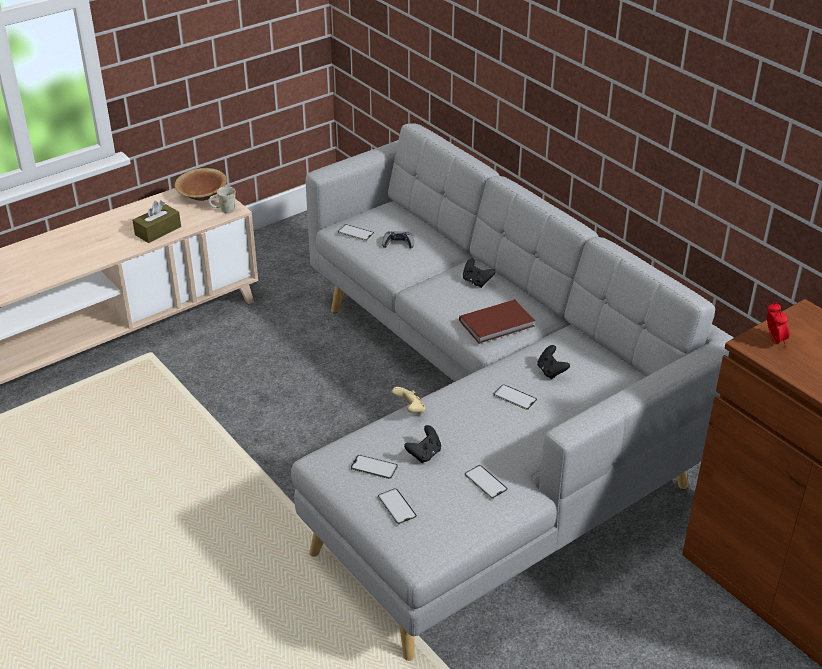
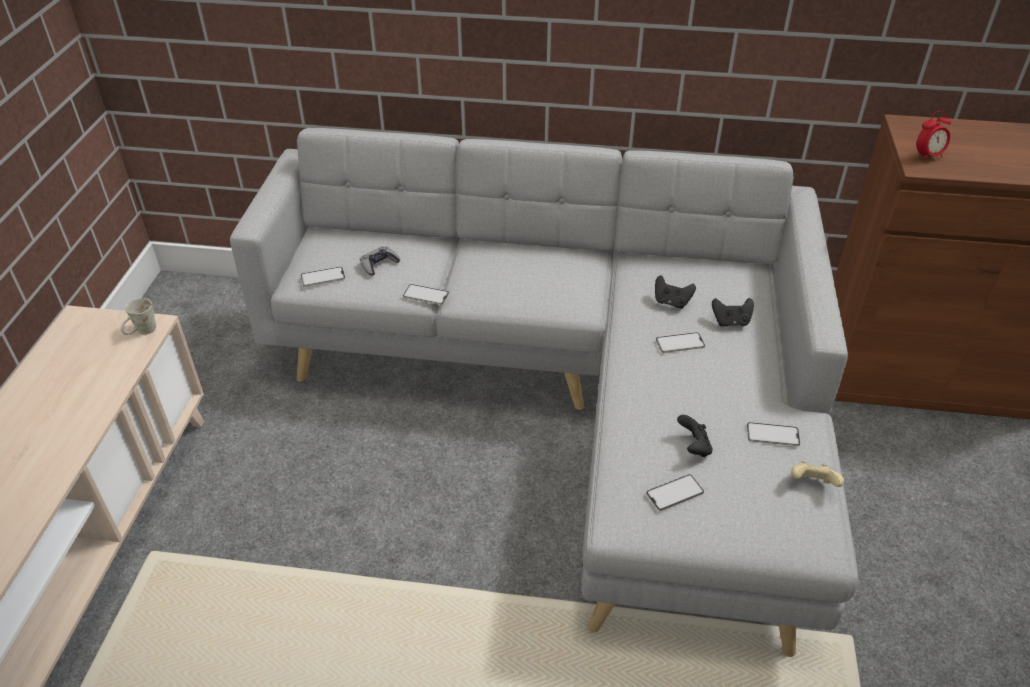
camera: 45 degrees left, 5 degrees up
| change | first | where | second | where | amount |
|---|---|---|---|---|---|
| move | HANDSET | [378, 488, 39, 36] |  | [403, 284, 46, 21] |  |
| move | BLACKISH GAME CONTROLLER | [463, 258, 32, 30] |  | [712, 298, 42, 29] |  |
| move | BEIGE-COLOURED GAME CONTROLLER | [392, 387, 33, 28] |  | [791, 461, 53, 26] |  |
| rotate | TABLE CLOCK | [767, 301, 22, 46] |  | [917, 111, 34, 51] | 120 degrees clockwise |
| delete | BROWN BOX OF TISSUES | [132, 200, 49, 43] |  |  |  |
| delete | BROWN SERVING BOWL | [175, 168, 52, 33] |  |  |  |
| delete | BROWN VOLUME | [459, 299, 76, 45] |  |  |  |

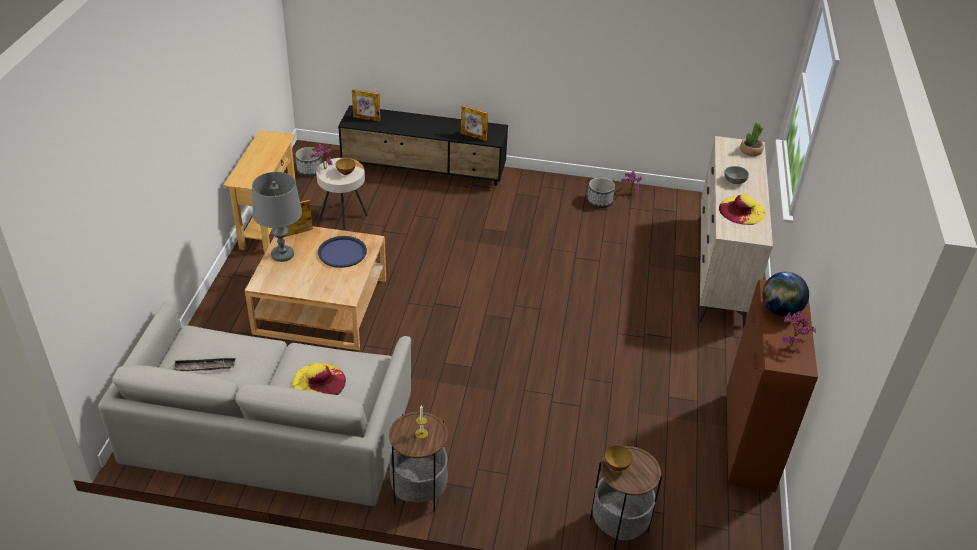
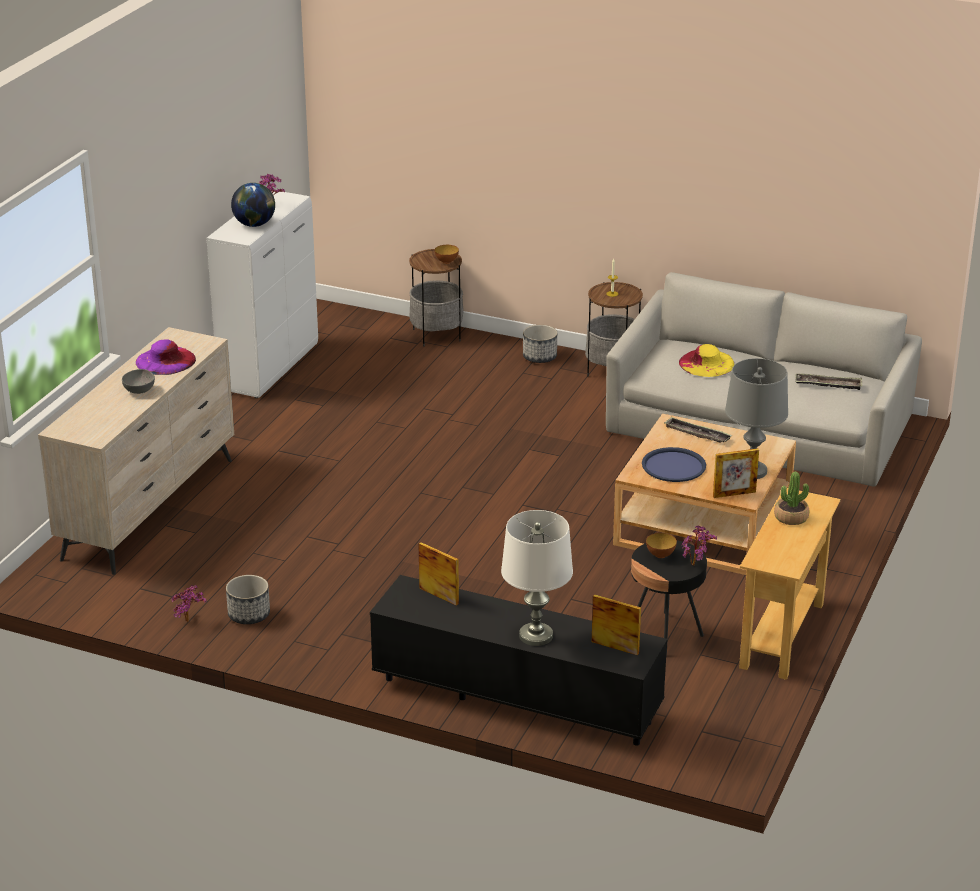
camera: 165 degrees left, 10 degrees down
| change | first | where | second | where | amount |
|---|---|---|---|---|---|
| recolor | YELLOW WEARABLE HAT | [719, 194, 47, 31] | PURPLE WEARABLE HAT | [136, 339, 60, 36] |  |
| recolor | BROWN CABINET | [727, 279, 91, 213] | WHITE-COLOURED CABINET | [207, 192, 111, 206] |  |
| insert |  |  | WHITE-COLOURED TABLE LAMP | [501, 510, 72, 136] |  |
| move | FLOWER POT | [295, 147, 27, 30] |  | [523, 325, 34, 38] |  |
| recolor | BEIGE-COLOURED ACCENT TABLE | [316, 158, 52, 73] | BLACKISH ACCENT TABLE | [631, 541, 76, 115] |  |
| insert |  |  | SERVING TRAY | [664, 417, 68, 26] |  |
| move | POTTED PLANT | [740, 122, 24, 34] |  | [774, 472, 35, 53] |  |

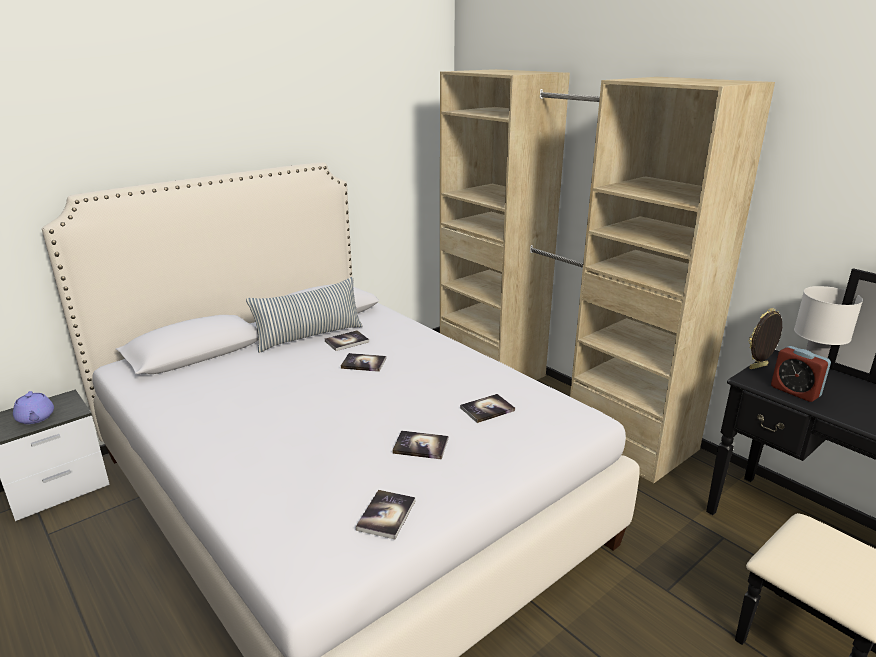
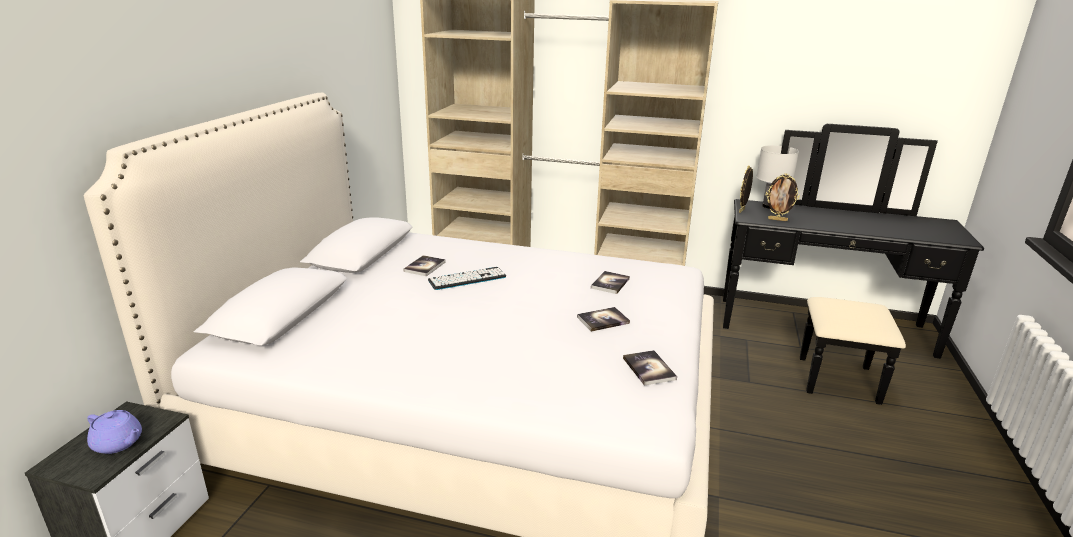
camera: 35 degrees left, 0 degrees up
| change | first | where | second | where | amount |
|---|---|---|---|---|---|
| replace | VOLUME | [341, 353, 45, 19] | COMPUTER KEYBOARD | [428, 267, 78, 23] |  |
| replace | TABLE CLOCK | [771, 346, 60, 56] | PHOTO FRAME | [766, 173, 34, 48] |  |
| delete | PILLOW | [246, 277, 117, 76] |  |  |  |

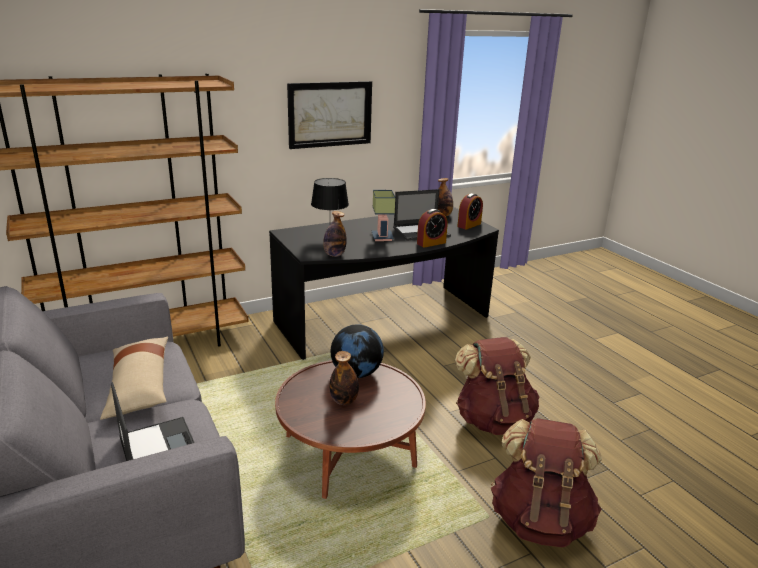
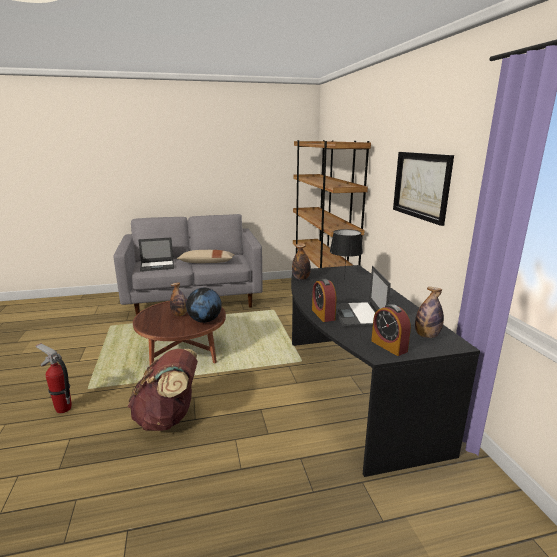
camera: 105 degrees right, 5 degrees down
| change | first | where | second | where | amount |
|---|---|---|---|---|---|
| replace | BROWN RUCKSACK | [491, 418, 111, 129] | EXTINGUISHER | [36, 343, 36, 70] |  |
| delete | TABLE LAMP | [372, 190, 23, 51] |  |  |  |

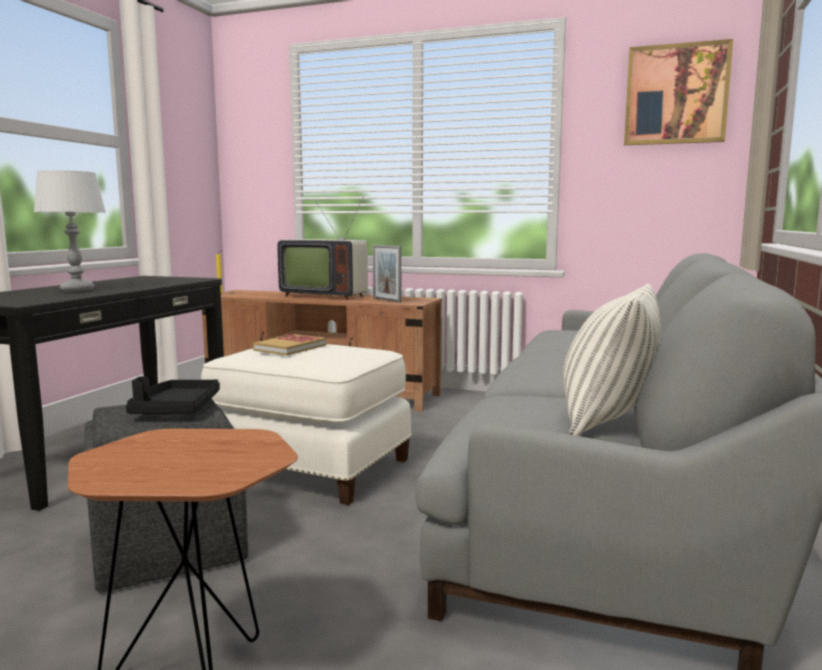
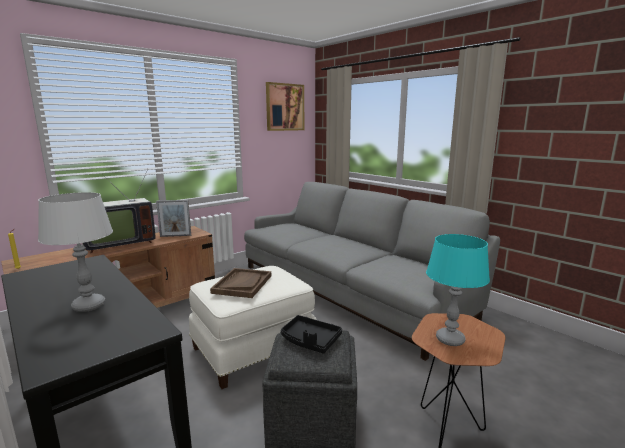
camera: 60 degrees left, 5 degrees up
| change | first | where | second | where | amount |
|---|---|---|---|---|---|
| replace | VOLUME | [253, 334, 73, 21] | BROWN SERVING TRAY | [210, 268, 61, 30] |  |
| insert |  |  | BLUE-GREEN TABLE LAMP | [426, 234, 64, 112] |  |
| delete | PILLOW | [563, 284, 98, 152] |  |  |  |

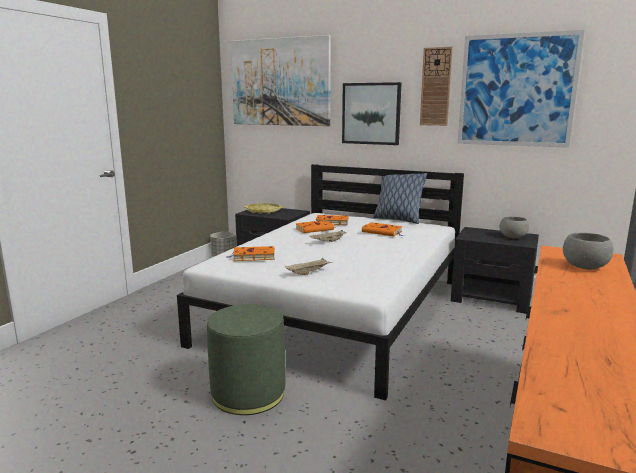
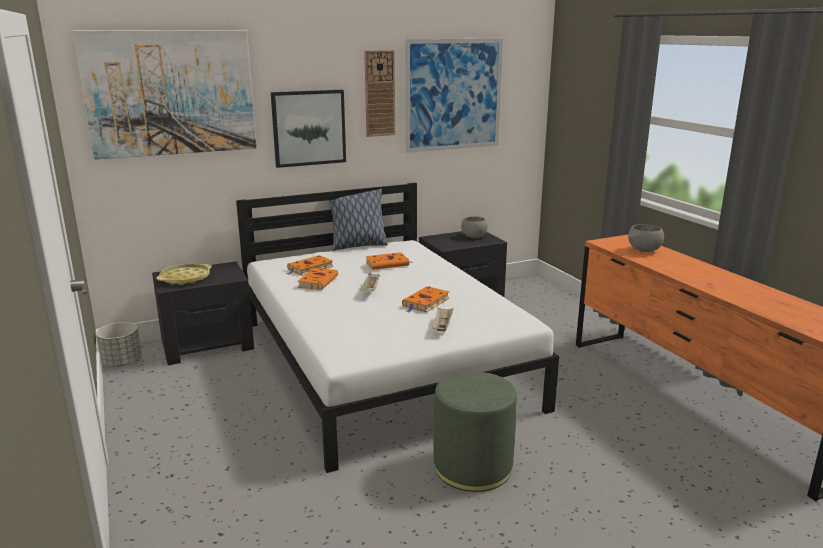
camera: 50 degrees left, 5 degrees up
| change | first | where | second | where | amount |
|---|---|---|---|---|---|
| move | ORANGE VOLUME | [226, 246, 49, 15] |  | [402, 286, 47, 26] |  |

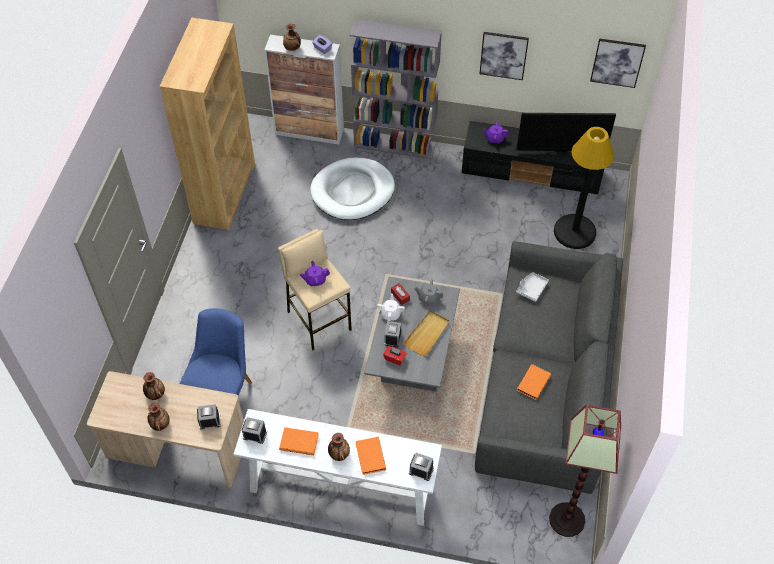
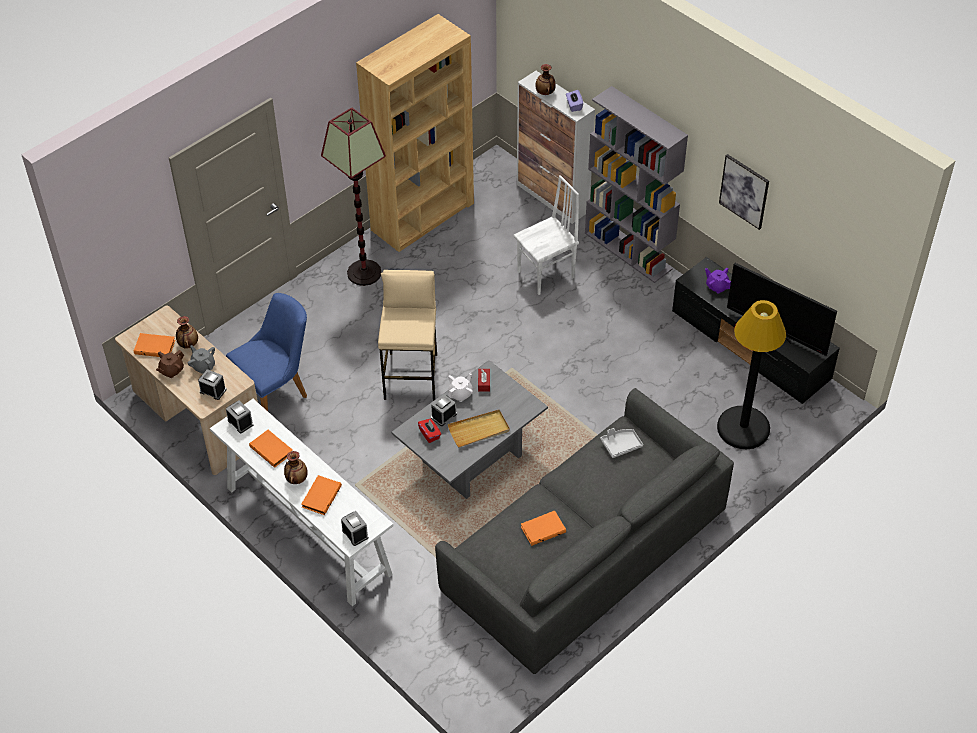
camera: 35 degrees right, 5 degrees down
| change | first | where | second | where | amount |
|---|---|---|---|---|---|
| insert |  |  | ORANGE VOLUME | [134, 333, 41, 24] |  |
| replace | DECORATIVE VASE | [148, 403, 22, 28] | BROWN POT FOR TEA | [156, 350, 28, 28] |  |
| move | GREYISH POT FOR TEA | [414, 279, 29, 26] |  | [188, 345, 27, 29] |  |
| move | STANDARD LAMP | [549, 405, 72, 132] |  | [321, 108, 65, 178] |  |
| replace | WHITE-COLOURED PET BED | [310, 158, 85, 62] | WHITE-COLOURED CHAIR | [513, 175, 66, 120] |  |
| delete | PURPLE POT FOR TEA | [300, 261, 30, 25] |  |  |  |
| delete | WALL PICTURE | [590, 38, 56, 50] |  |  |  |

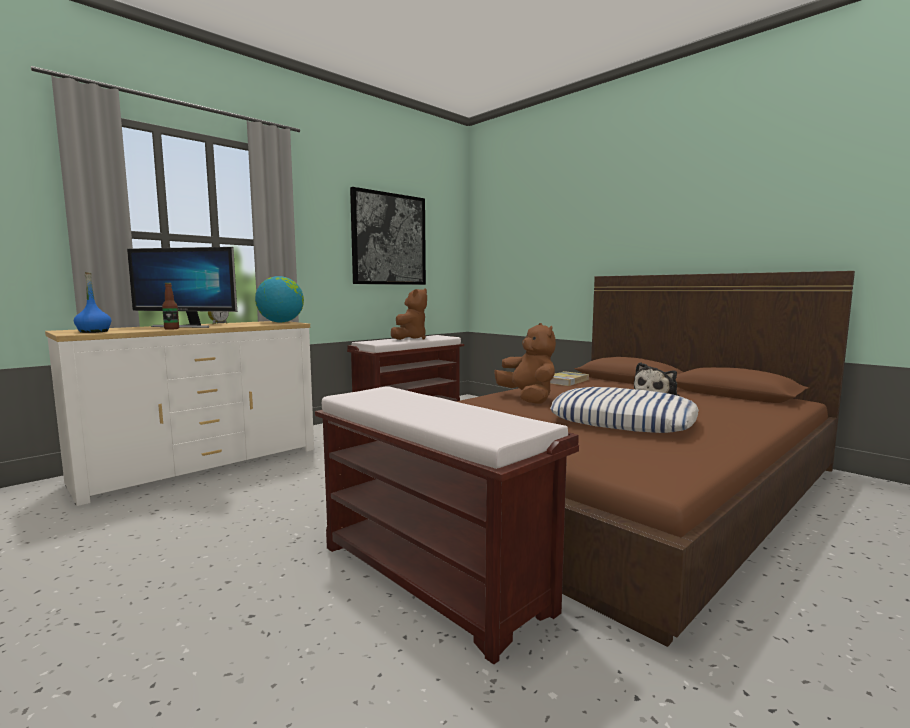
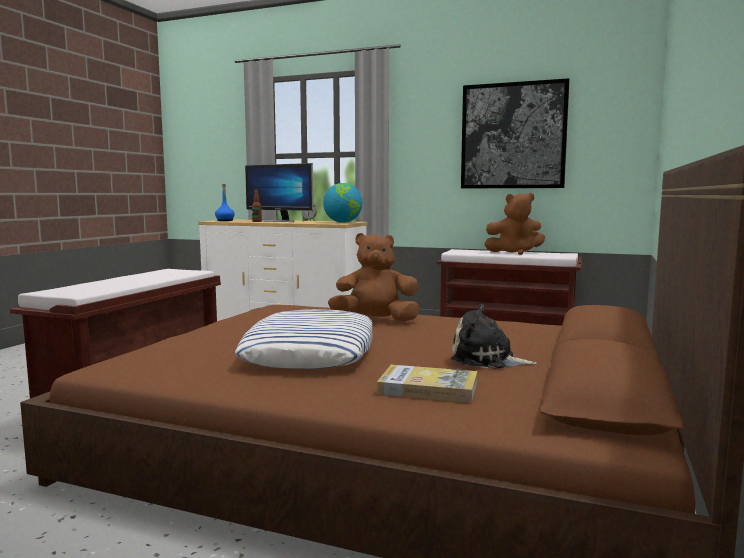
camera: 65 degrees right, 0 degrees up
| change | first | where | second | where | amount |
|---|---|---|---|---|---|
| rotate | COMPUTER DISPLAY | [127, 247, 110, 81] |  | [245, 163, 68, 59] | 45 degrees counterclockwise |
| rotate | BROWN CUDDLY TOY | [494, 323, 62, 81] |  | [328, 233, 92, 89] | 135 degrees counterclockwise |
| move | VOLUME | [550, 371, 39, 15] |  | [377, 365, 100, 38] |  |

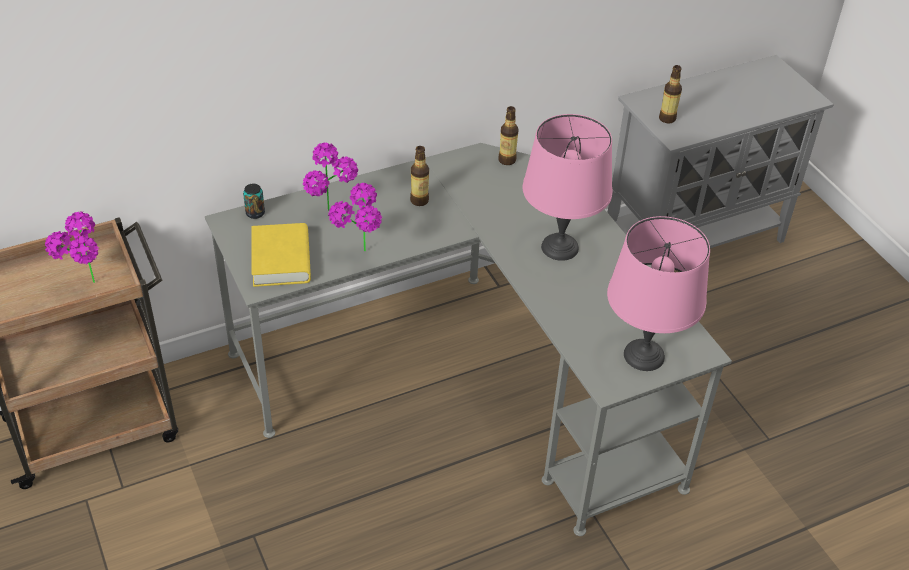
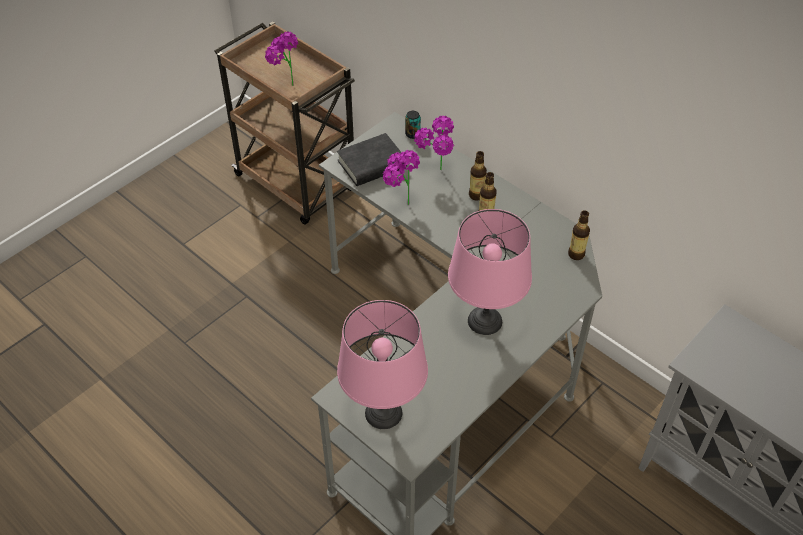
camera: 70 degrees right, 5 degrees up
| change | first | where | second | where | amount |
|---|---|---|---|---|---|
| recolor | YELLOW VOLUME | [251, 223, 60, 64] | BLACKISH VOLUME | [337, 133, 70, 53] |  |
| move | BOTTLE | [659, 65, 23, 59] |  | [469, 151, 18, 50] |  |

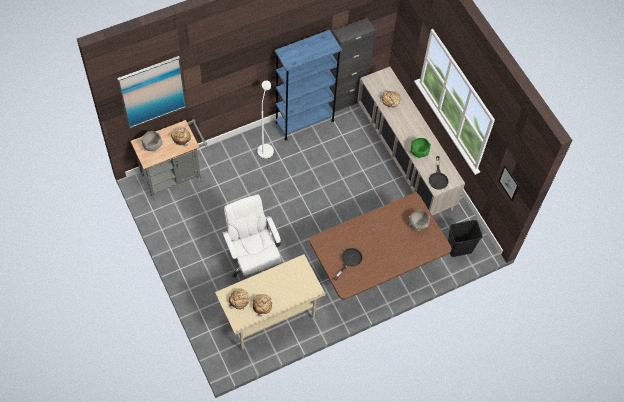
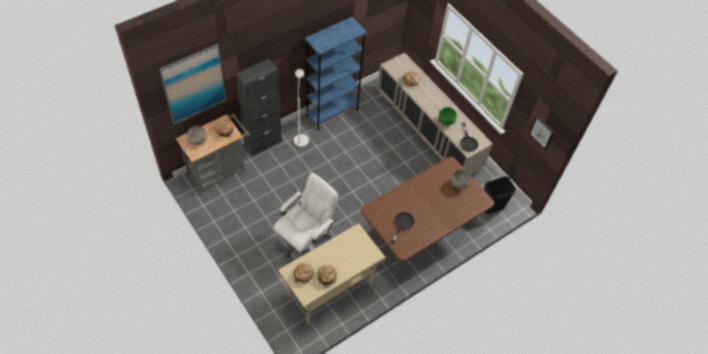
camera: 10 degrees left, 5 degrees down
| change | first | where | second | where | amount |
|---|---|---|---|---|---|
| move | BLACKISH CABINET | [329, 18, 46, 94] |  | [236, 59, 46, 97] |  |
| rotate | WHITE-COLOURED OFFICE CHAIR | [223, 194, 58, 84] |  | [274, 172, 64, 85] | 75 degrees clockwise |

